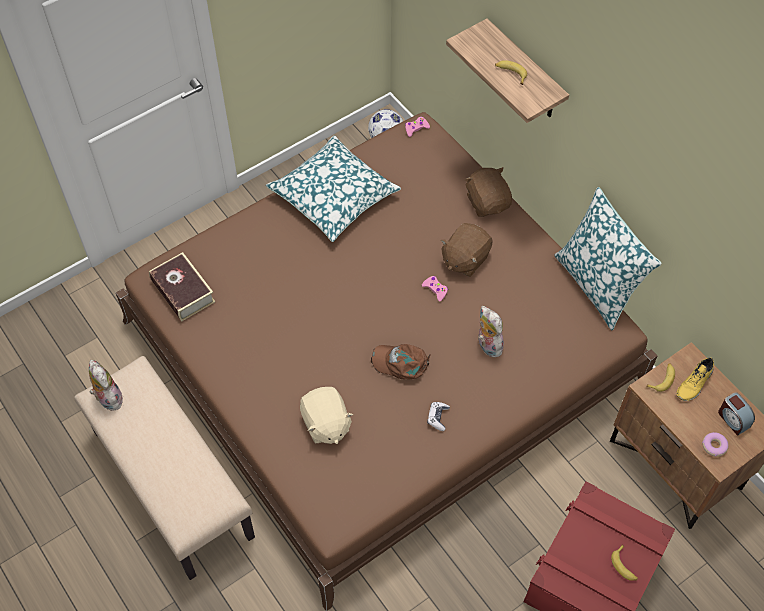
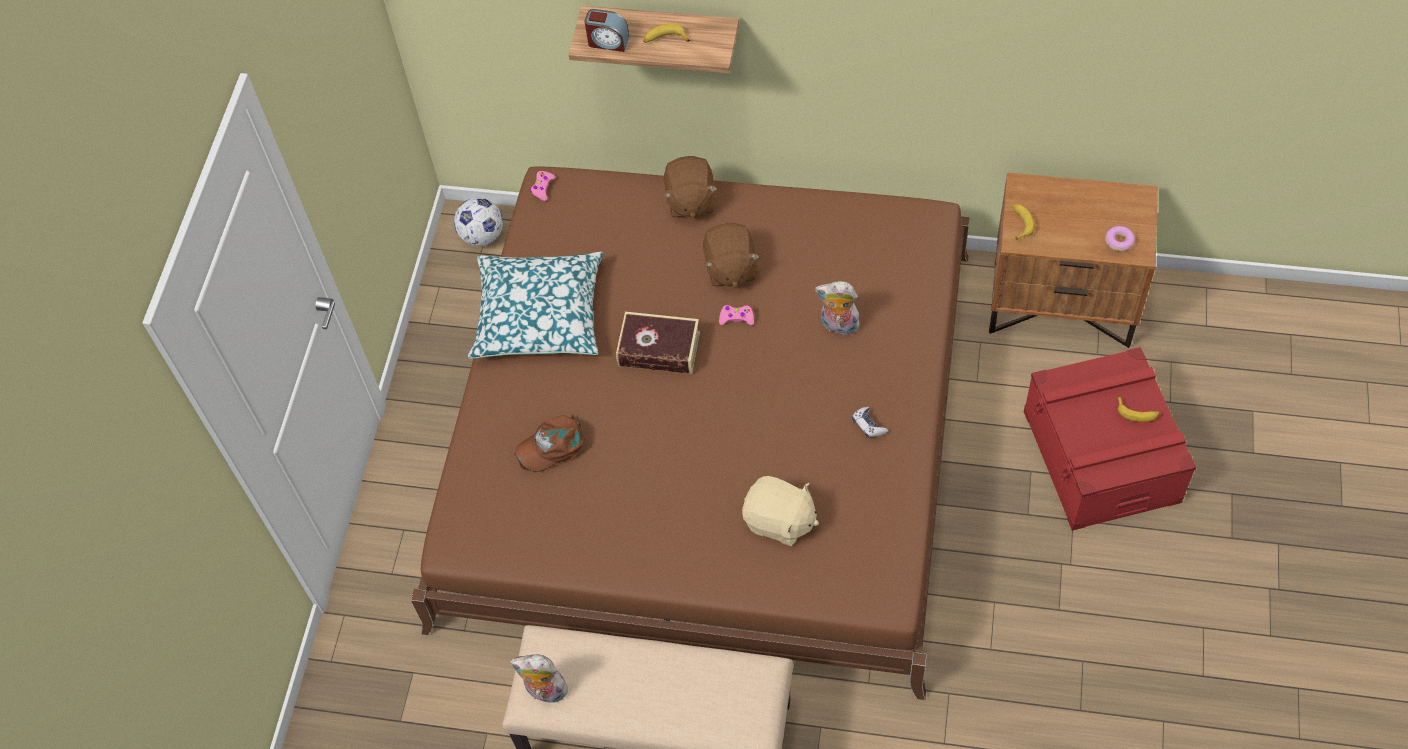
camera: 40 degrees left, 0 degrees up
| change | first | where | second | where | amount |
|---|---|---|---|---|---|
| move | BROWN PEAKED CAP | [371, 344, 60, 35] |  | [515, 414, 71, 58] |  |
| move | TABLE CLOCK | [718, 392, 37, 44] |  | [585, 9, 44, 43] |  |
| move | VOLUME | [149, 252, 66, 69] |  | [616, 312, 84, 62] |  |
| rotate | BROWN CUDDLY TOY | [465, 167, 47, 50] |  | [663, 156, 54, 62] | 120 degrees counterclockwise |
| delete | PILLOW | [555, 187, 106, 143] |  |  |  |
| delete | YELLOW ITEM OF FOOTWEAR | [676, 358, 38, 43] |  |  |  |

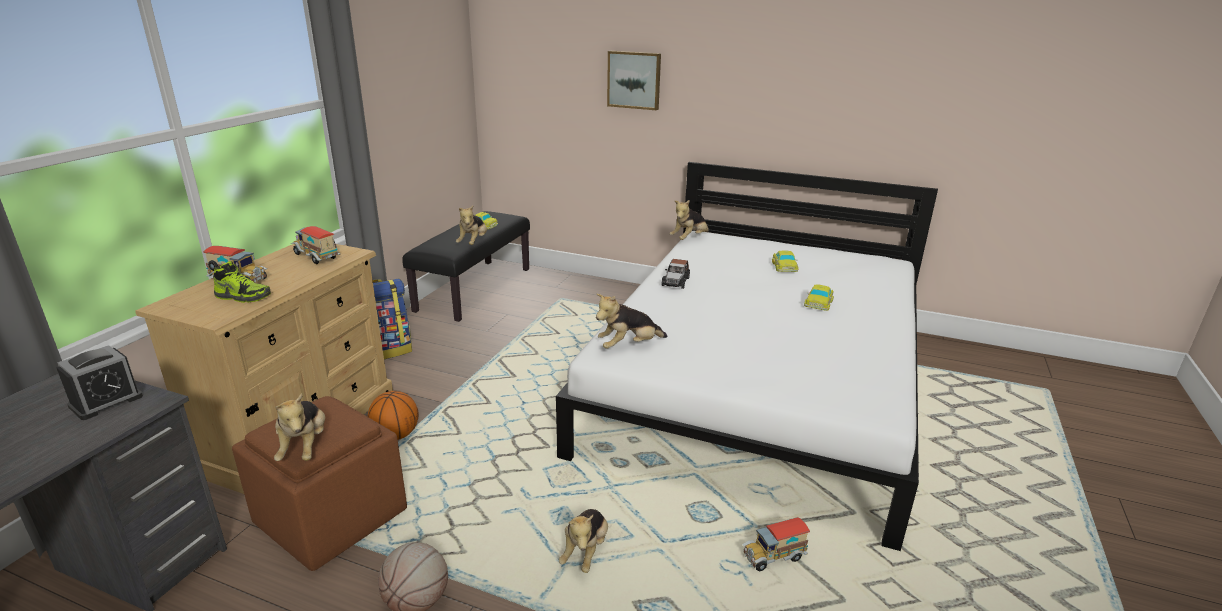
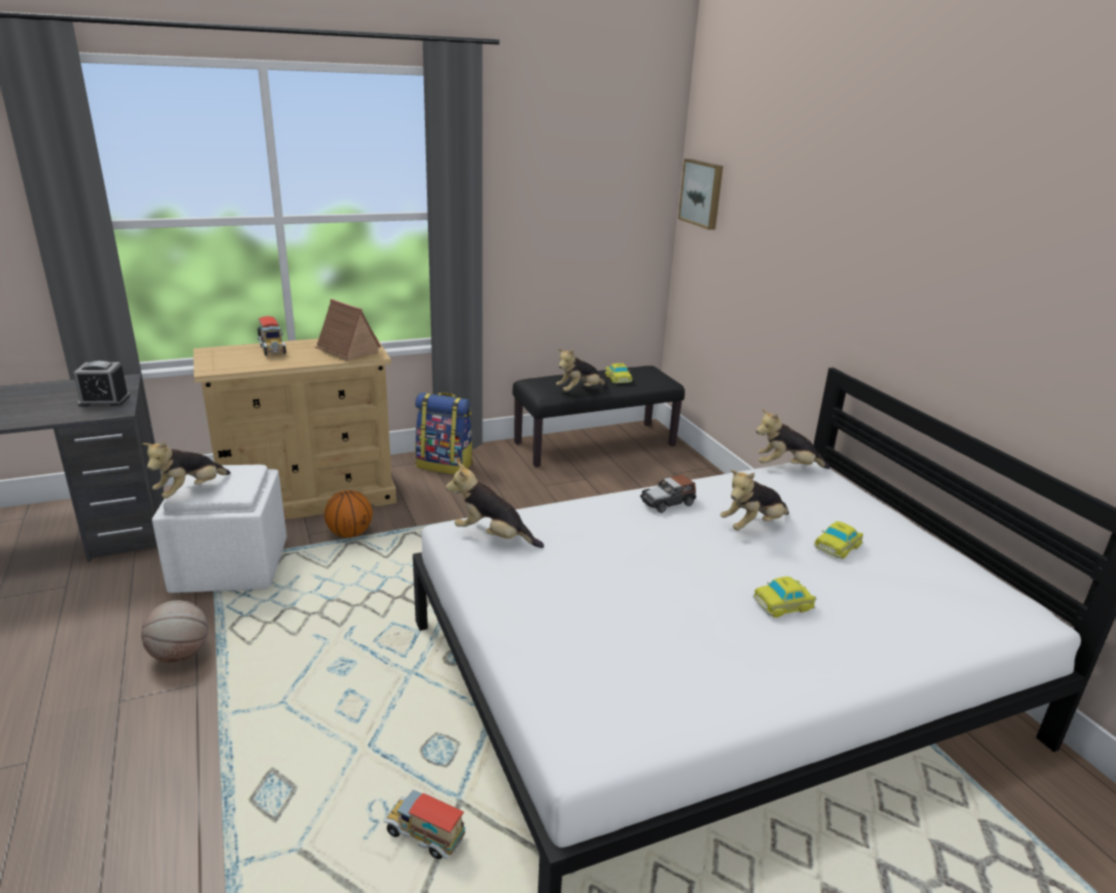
camera: 45 degrees right, 0 degrees up
| change | first | where | second | where | amount |
|---|---|---|---|---|---|
| recolor | BROWN POUFFE | [232, 396, 175, 175] | WHITE-COLOURED POUFFE | [152, 465, 135, 128] |  |
| replace | TOY TRUCK | [291, 226, 49, 38] | TOY HOUSE | [315, 299, 66, 62] |  |
| move | WALL PICTURE | [607, 51, 54, 59] |  | [678, 159, 45, 71] |  |
| move | CUDDLY TOY | [559, 509, 49, 64] |  | [720, 470, 69, 60] |  |
| delete | ITEM OF FOOTWEAR | [214, 261, 57, 42] |  |  |  |

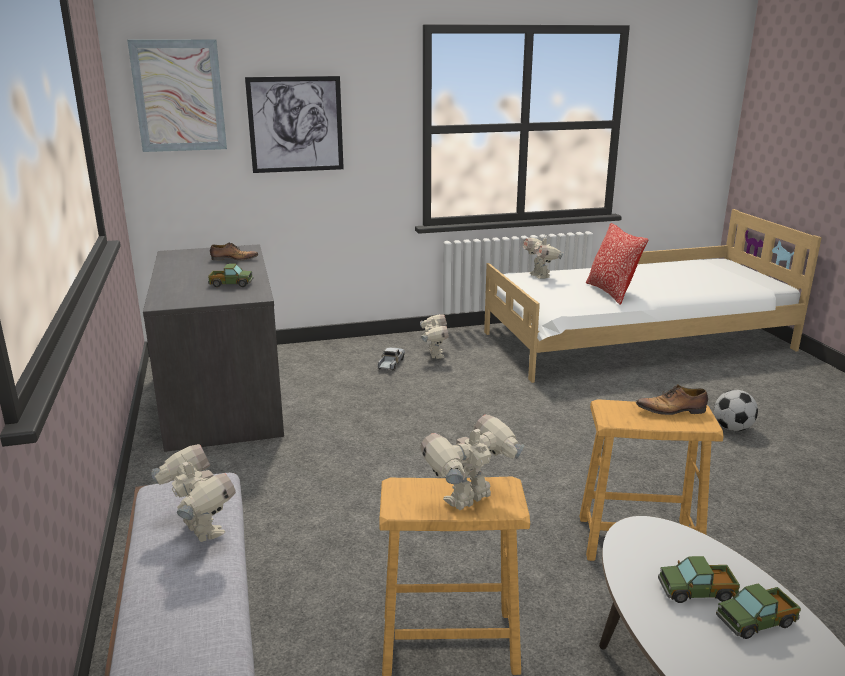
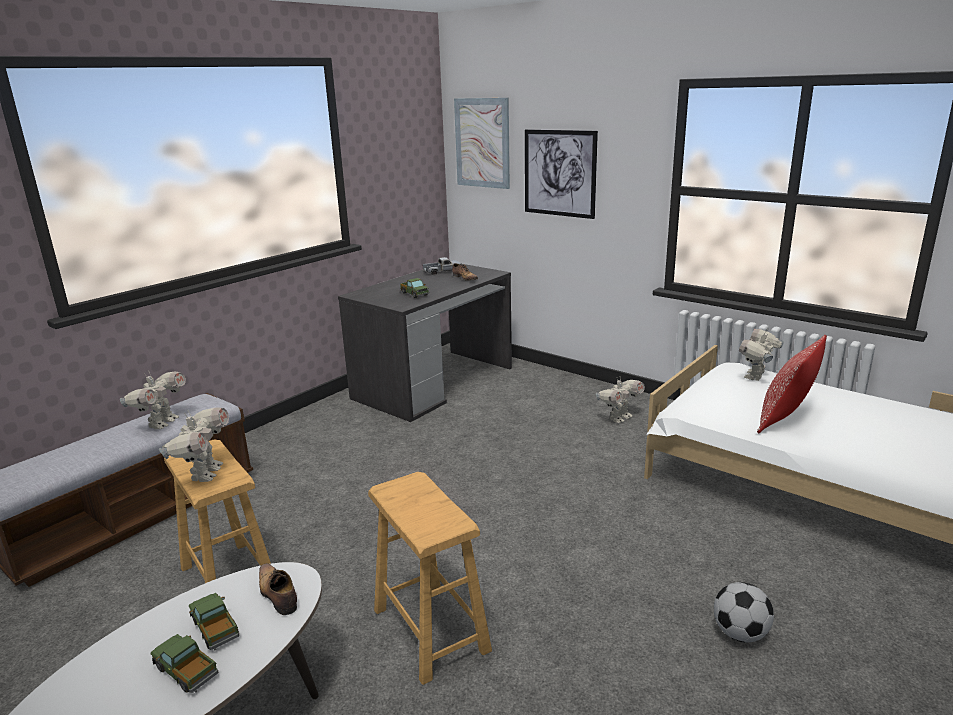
camera: 55 degrees right, 0 degrees up
| change | first | where | second | where | amount |
|---|---|---|---|---|---|
| rotate | MODEL ROBOT | [420, 415, 104, 95] |  | [159, 407, 70, 75] | 75 degrees clockwise |
| move | ITEM OF FOOTWEAR | [636, 384, 72, 31] |  | [259, 563, 38, 52] |  |
| move | TOY TRUCK | [378, 348, 27, 23] |  | [423, 257, 38, 18] |  |

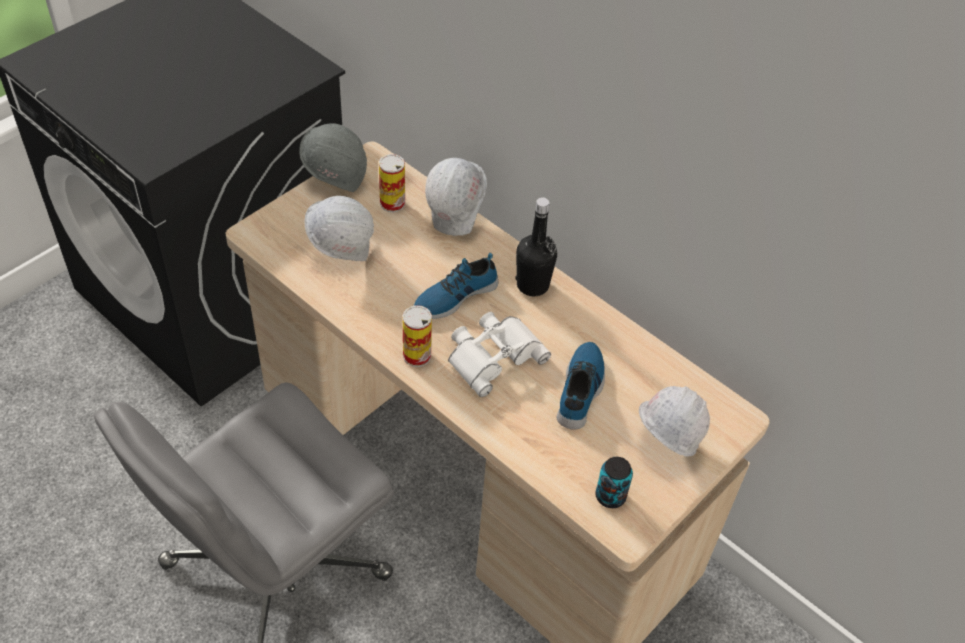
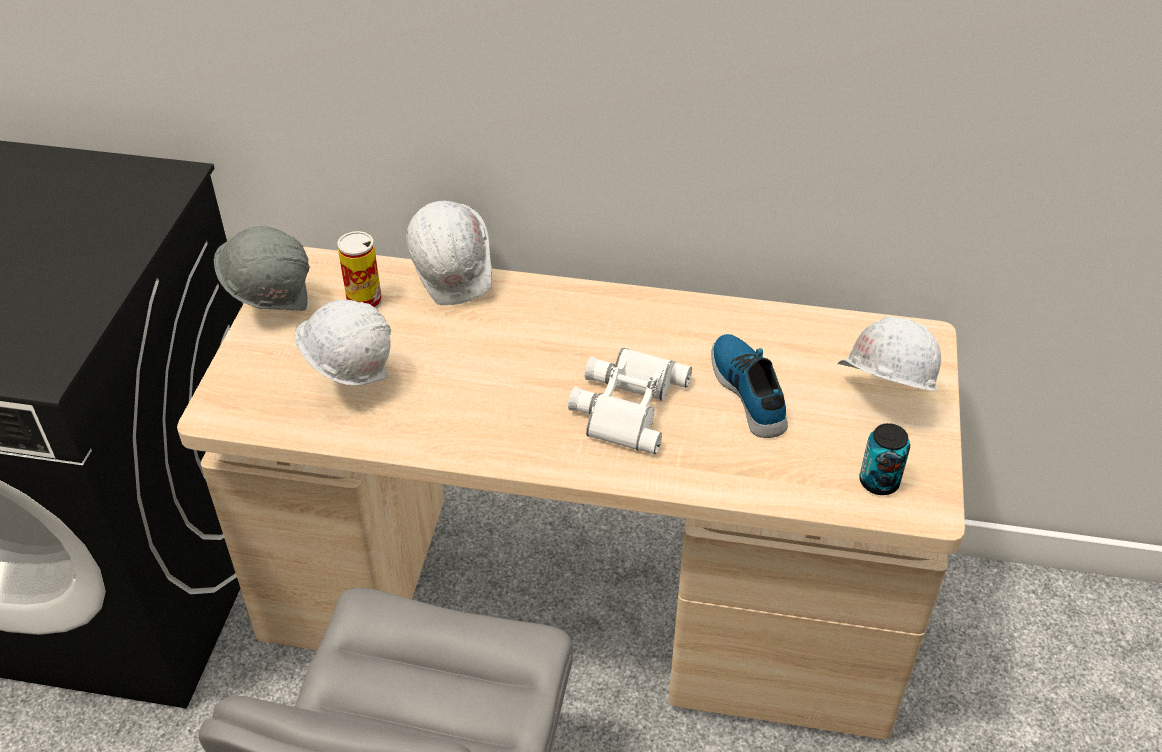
camera: 30 degrees left, 5 degrees down
| change | first | where | second | where | amount |
|---|---|---|---|---|---|
| delete | METAL CAN | [403, 305, 29, 62] |  |  |  |
| delete | ITEM OF FOOTWEAR | [413, 253, 85, 66] |  |  |  |
| delete | BLACKISH BOTTLE | [516, 197, 41, 99] |  |  |  |

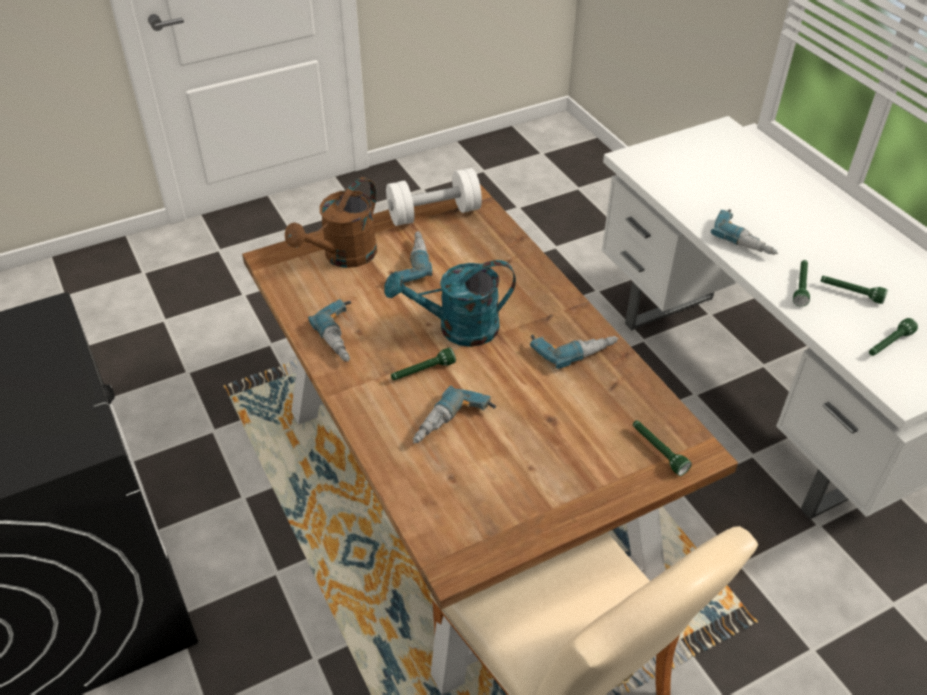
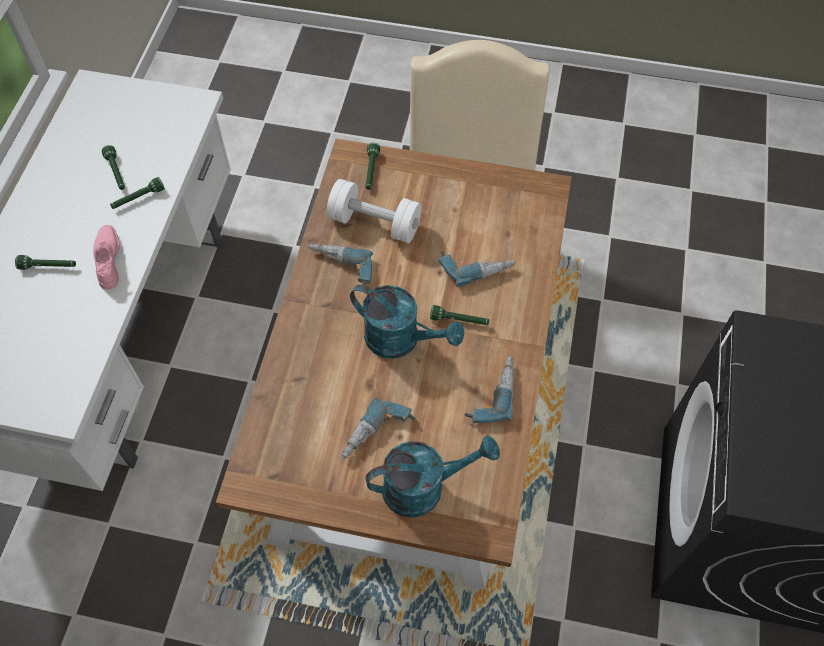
camera: 140 degrees left, 15 degrees up
| change | first | where | second | where | amount |
|---|---|---|---|---|---|
| move | GREEN FLASHLIGHT | [869, 318, 49, 38] |  | [15, 255, 61, 15] |  |
| replace | DRILL | [711, 209, 67, 46] | PINK-COLOURED ITEM OF FOOTWEAR | [93, 225, 27, 64] |  |
| move | WHITE-COLOURED DUMBBELL | [386, 168, 96, 58] |  | [327, 179, 95, 64] |  |
| recolor | BROWN WATERING CAN | [285, 177, 92, 91] | BLUE-GREEN WATERING CAN | [366, 435, 134, 83] |  |

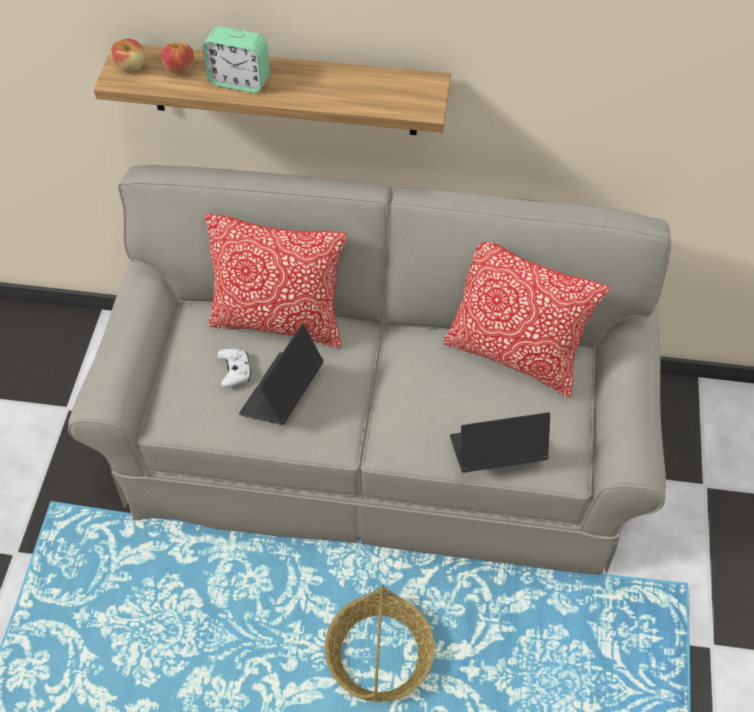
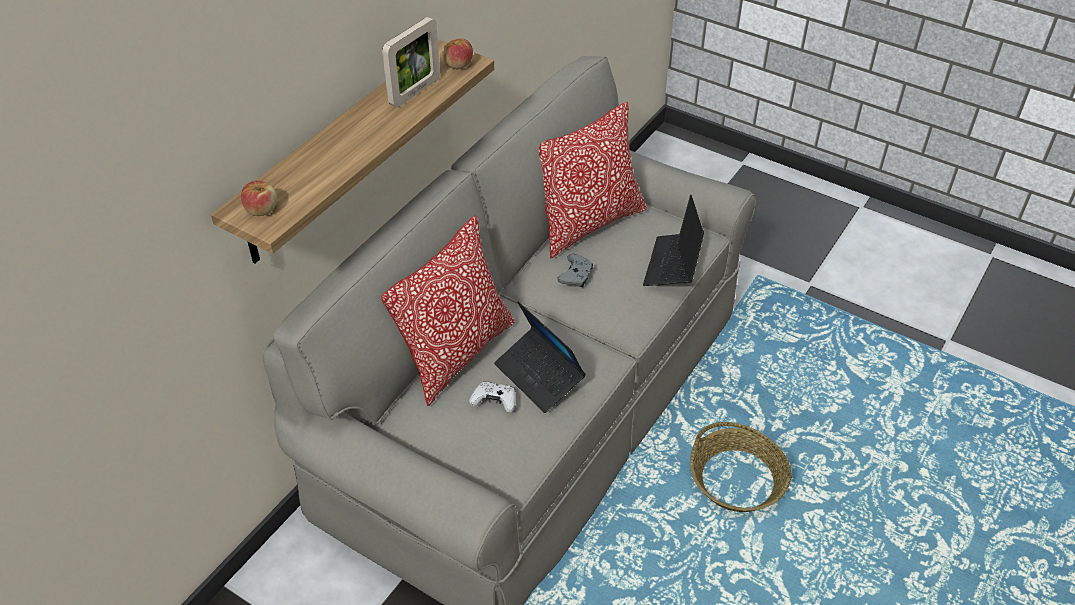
camera: 65 degrees left, 10 degrees down
| change | first | where | second | where | amount |
|---|---|---|---|---|---|
| insert |  |  | PHOTO FRAME | [382, 17, 58, 90] |  |
| move | WHOLE APPLE | [161, 42, 33, 32] |  | [443, 39, 30, 30] |  |
| insert |  |  | GREYISH GAME CONTROLLER | [557, 254, 36, 33] |  |
| delete | TABLE CLOCK | [203, 26, 67, 67] |  |  |  |

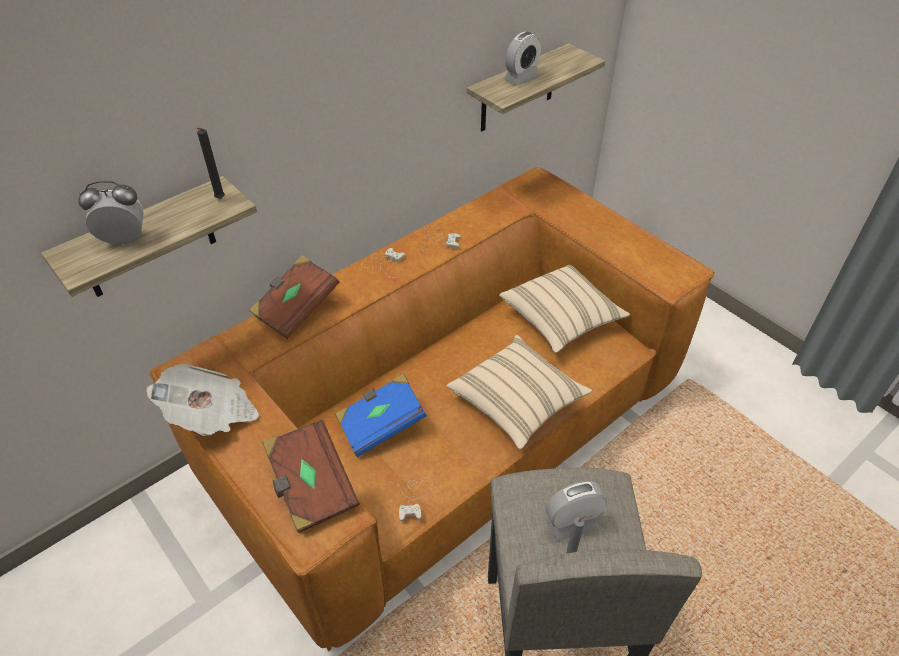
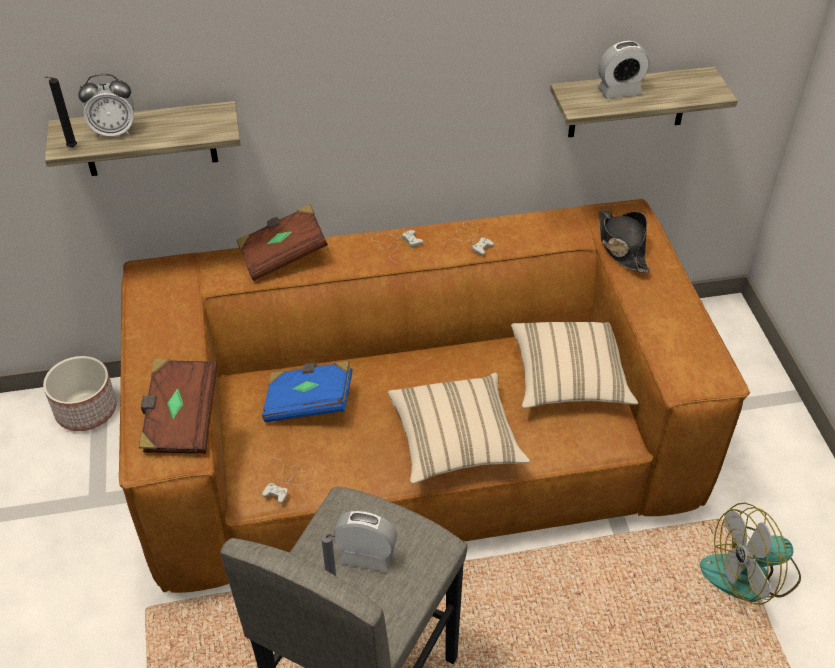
camera: 30 degrees right, 0 degrees up
| change | first | where | second | where | amount |
|---|---|---|---|---|---|
| insert |  |  | FLOWER POT | [43, 356, 74, 75] |  |
| move | BLACKISH WAX LIGHT | [197, 128, 28, 71] |  | [44, 76, 33, 72] |  |
| rotate | TABLE CLOCK | [79, 181, 65, 64] |  | [78, 74, 56, 65] | 150 degrees clockwise |
| insert |  |  | BLACKISH WEARABLE HAT | [599, 209, 52, 64] |  |
| insert |  |  | ELECTRIC FAN | [700, 503, 101, 102] |  |
| delete | NEWSPAPER | [147, 364, 112, 72] |  |  |  |

